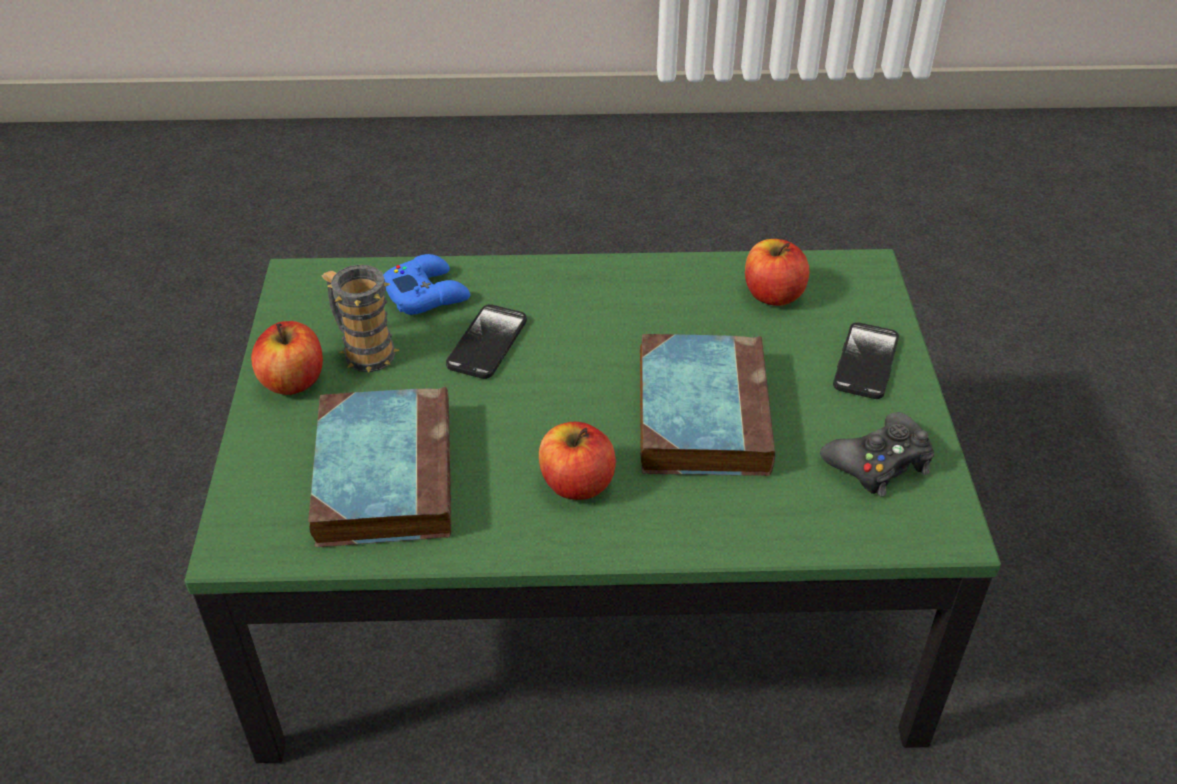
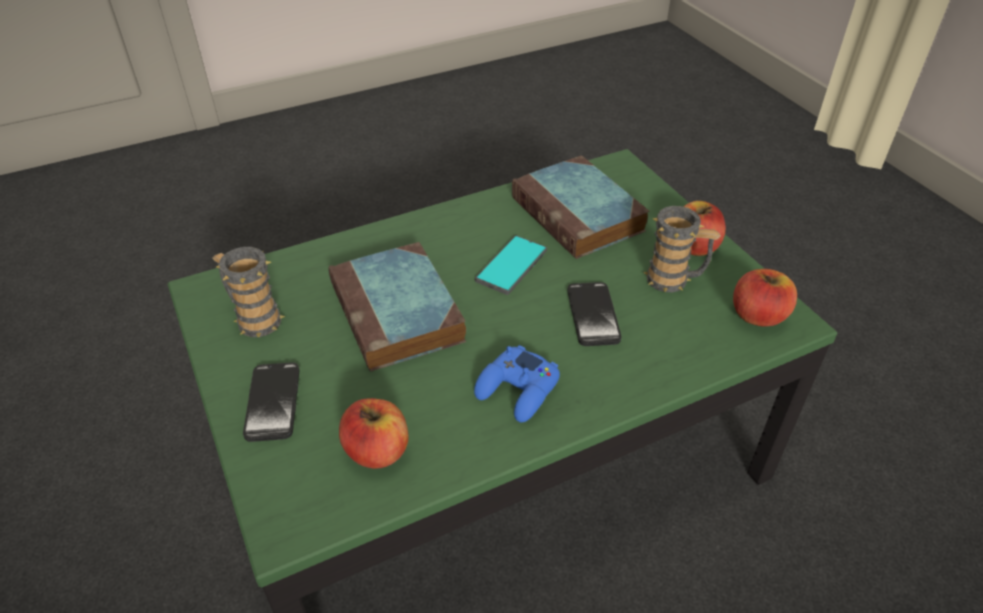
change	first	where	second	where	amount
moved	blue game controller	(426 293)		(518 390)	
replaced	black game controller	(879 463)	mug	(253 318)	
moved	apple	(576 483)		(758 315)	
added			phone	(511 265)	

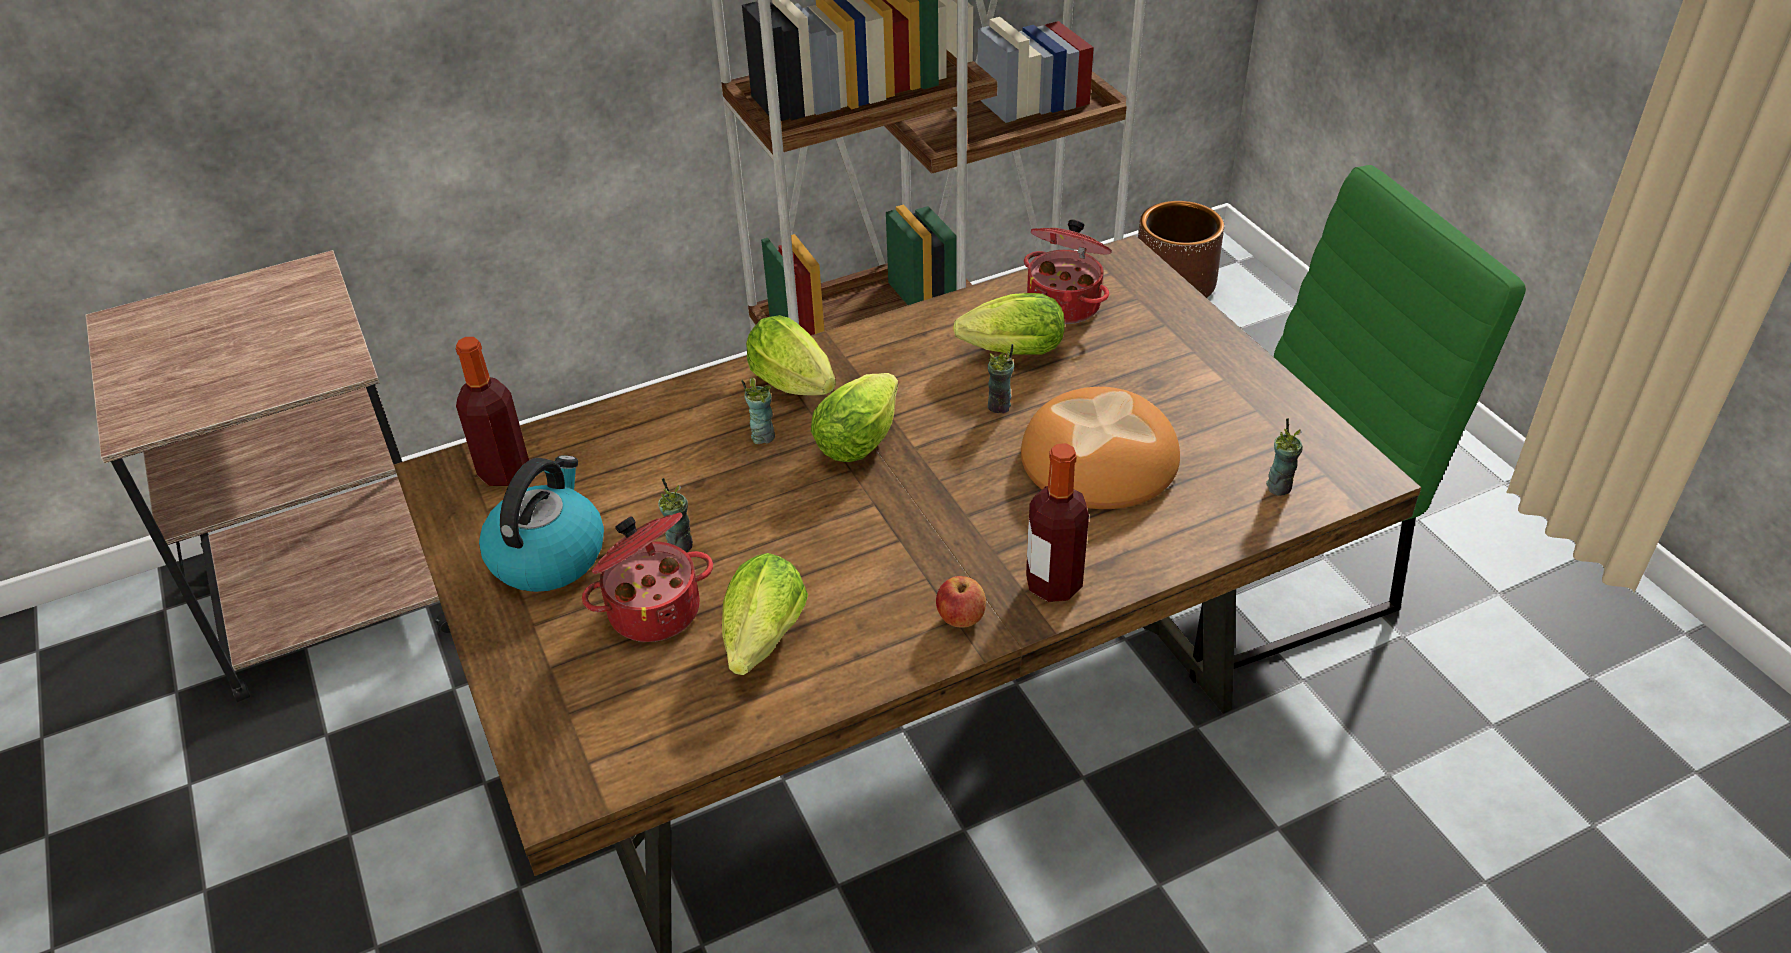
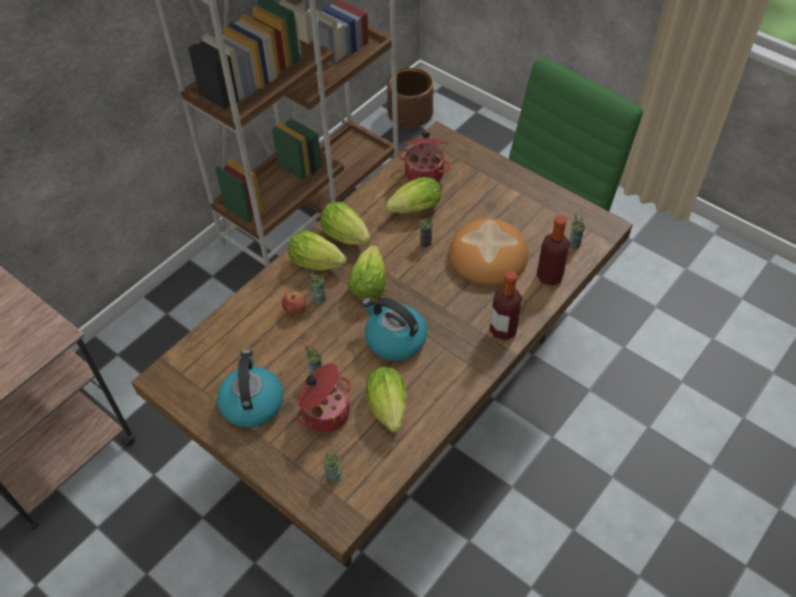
change	first	where	second	where	amount
moved	bottle	(504 472)		(549 276)	
moved	apple	(960 619)		(295 310)	
added			lettuce	(348 238)	
added			kettle	(394 339)	
added			cup	(333 477)	

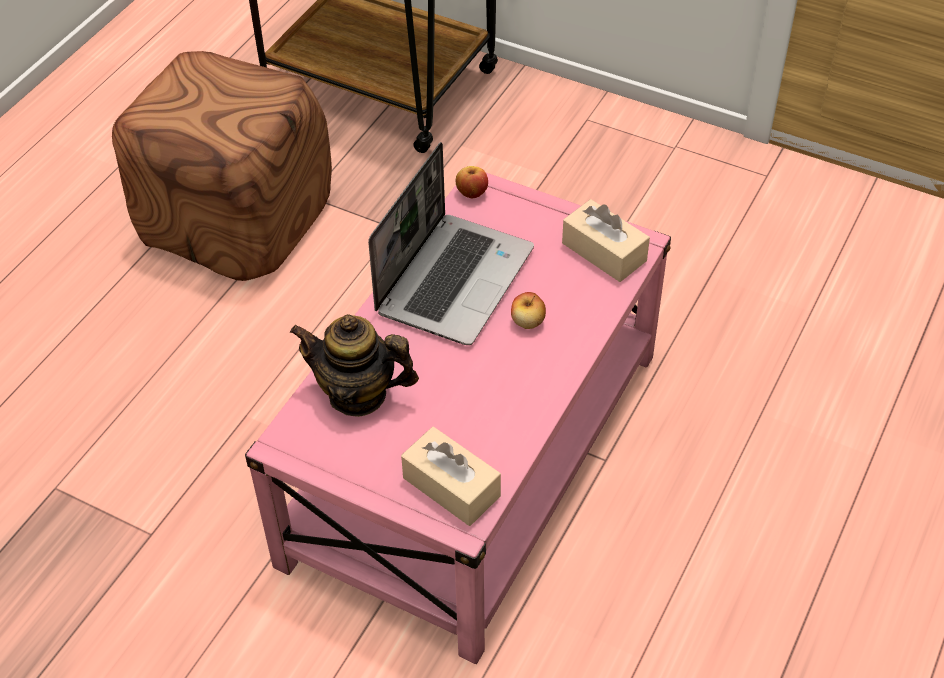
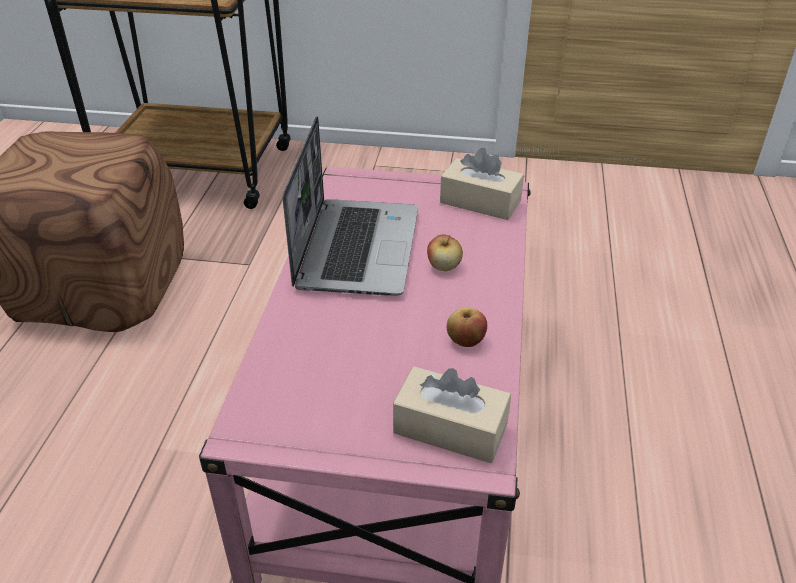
change	first	where	second	where	amount
moved	apple	(472 193)		(465 340)	
removed	teapot	(358 394)			

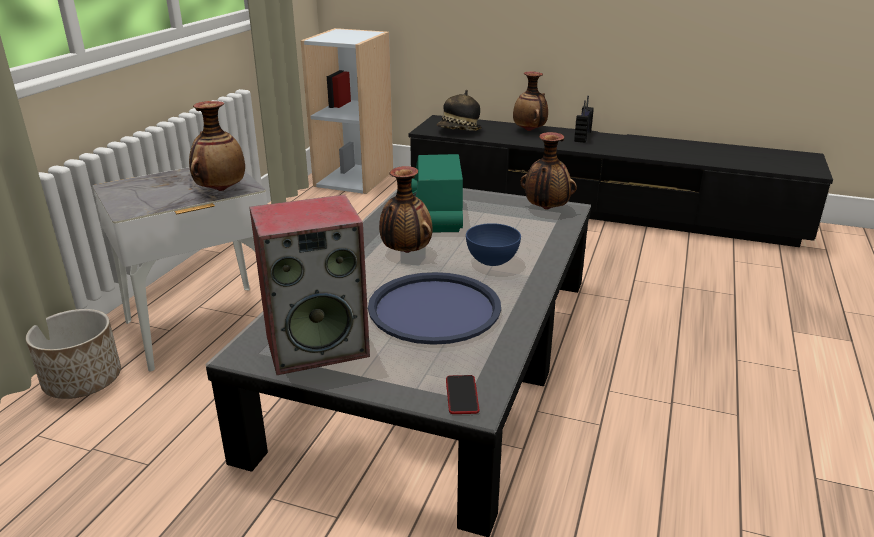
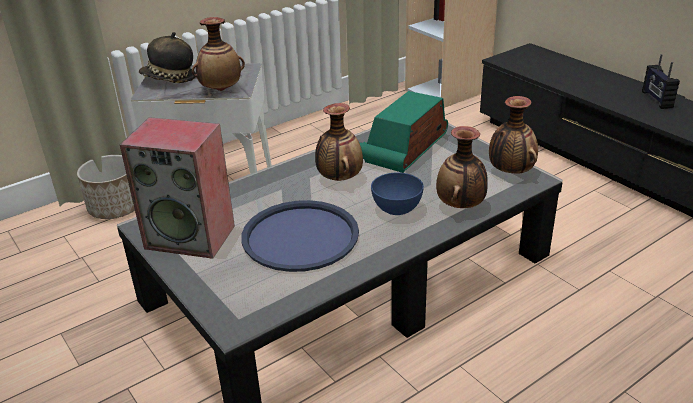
change	first	where	second	where	amount
moved	vase	(529 130)		(461 206)	
moved	hat	(459 131)		(169 79)	
turned	radio	(582 136)		(656 99)	60 degrees counterclockwise
removed	phone	(462 395)			

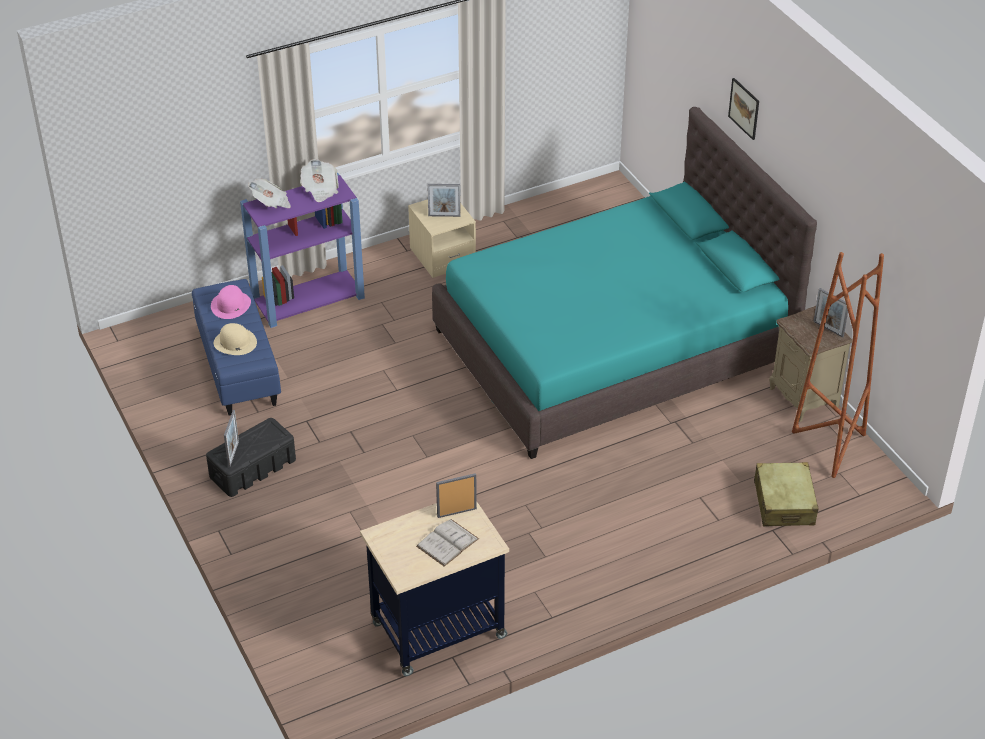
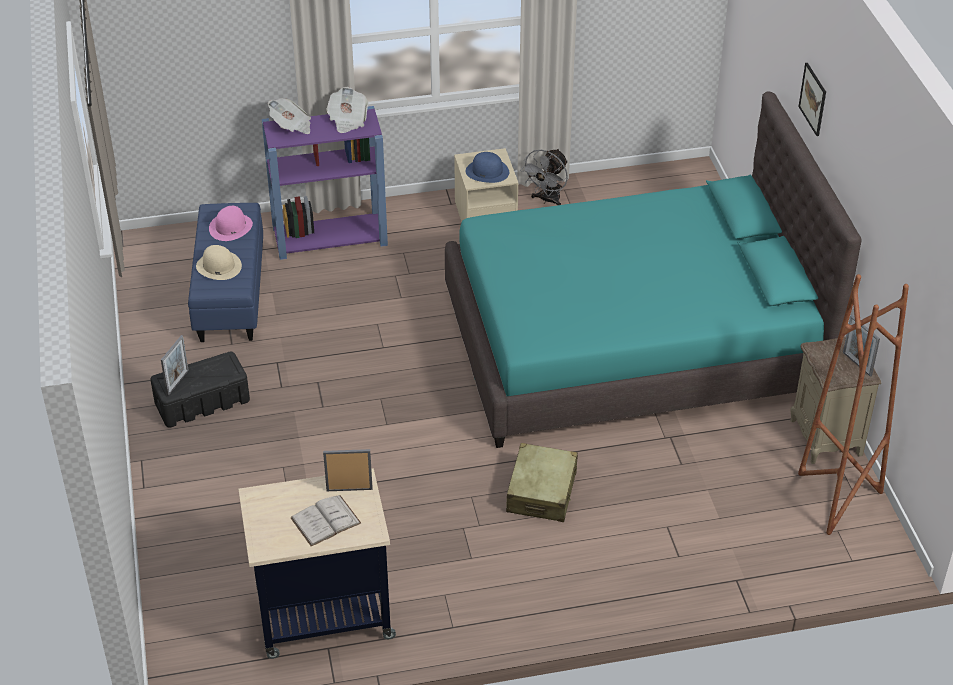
change	first	where	second	where	amount
replaced	picture frame	(444 216)	blue hat	(487 171)	
moved	beige suitcase	(784 503)		(542 492)	
added			grey fan	(547 200)	

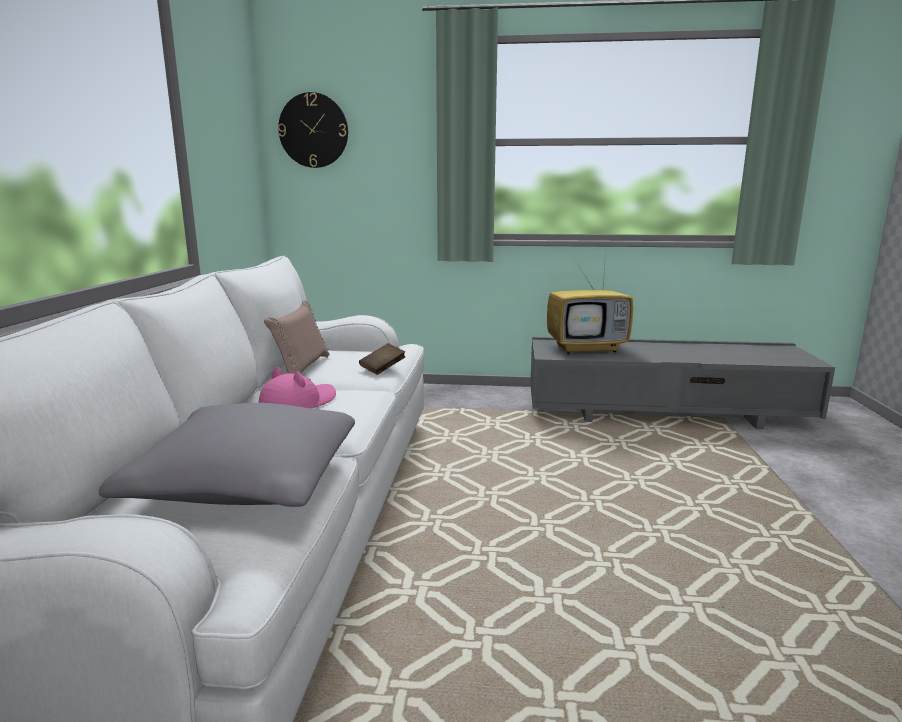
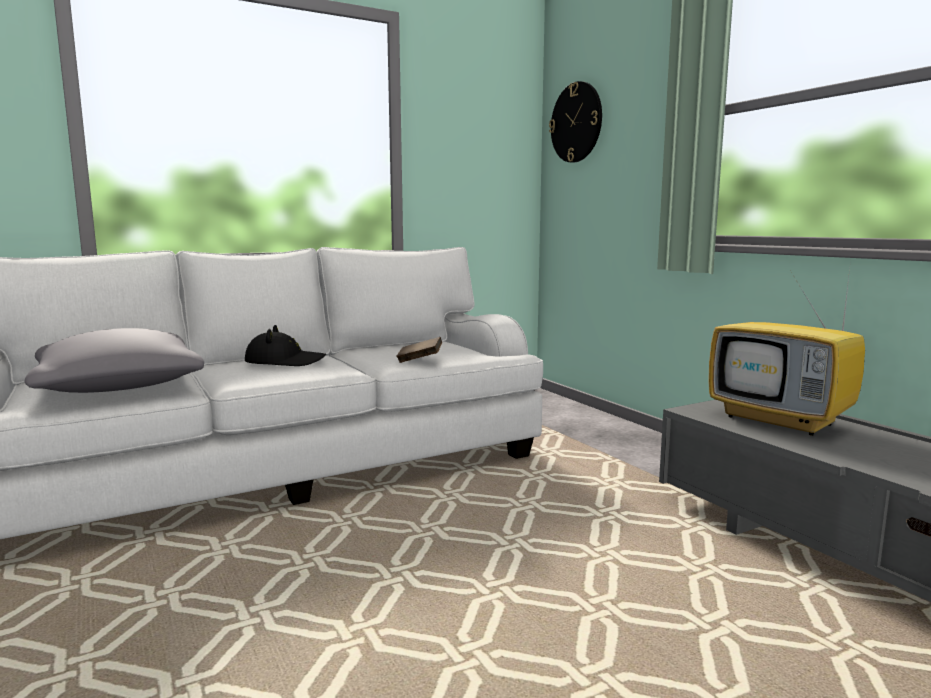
change	first	where	second	where	amount
removed	beige pillow	(302 368)			
recoloured	pink hat	(298 403)	black hat	(284 361)	

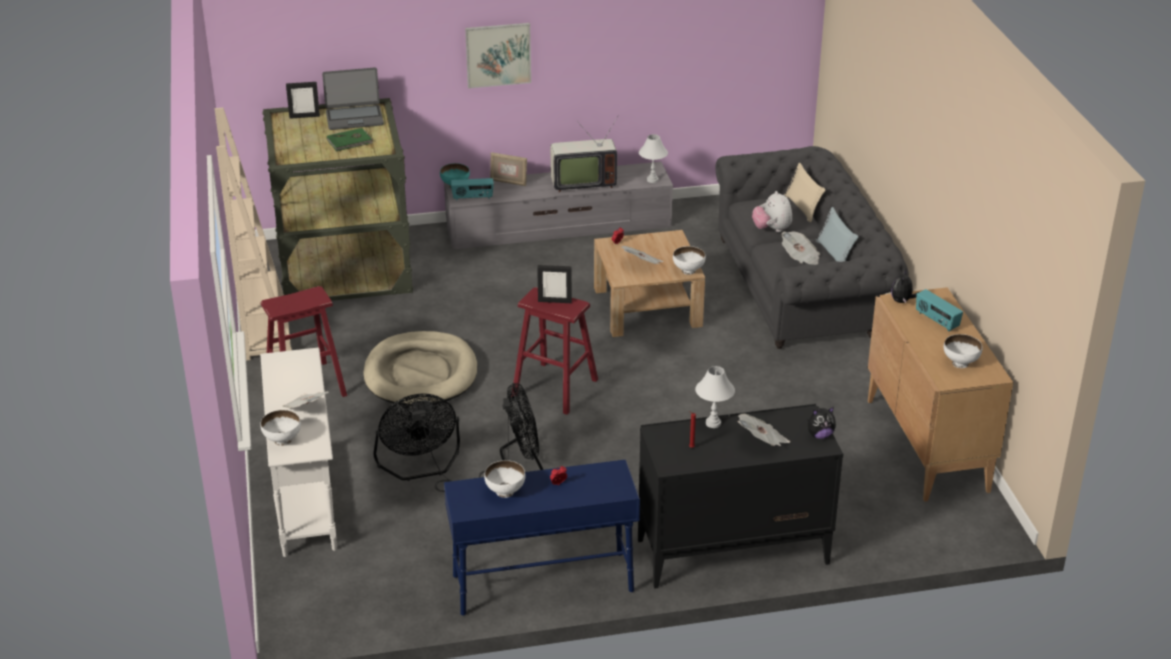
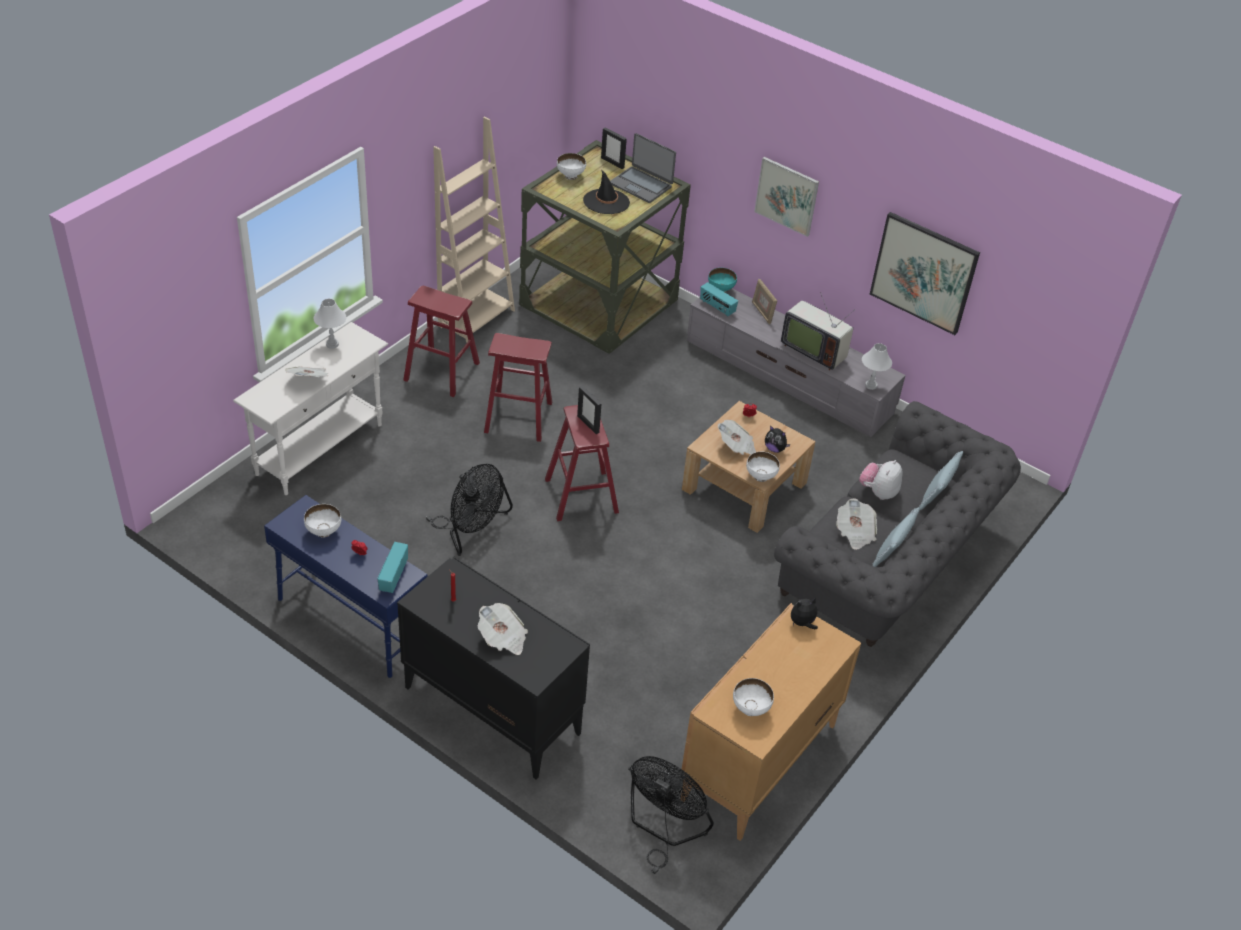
change	first	where	second	where	amount
replaced	green book	(350 142)	black hat	(606 202)	
recoloured	beige pillow	(803 208)	blue pillow	(936 494)	
moved	radio	(936 321)		(393 576)	
replaced	beige dog bed	(421 374)	red stool	(518 417)	
moved	white table lamp	(713 423)		(332 344)	
moved	black fan	(424 469)		(662 827)	
moved	plush toy	(819 435)		(775 449)	
moved	white bowl	(282 440)		(570 176)	
added			picture	(924 272)	

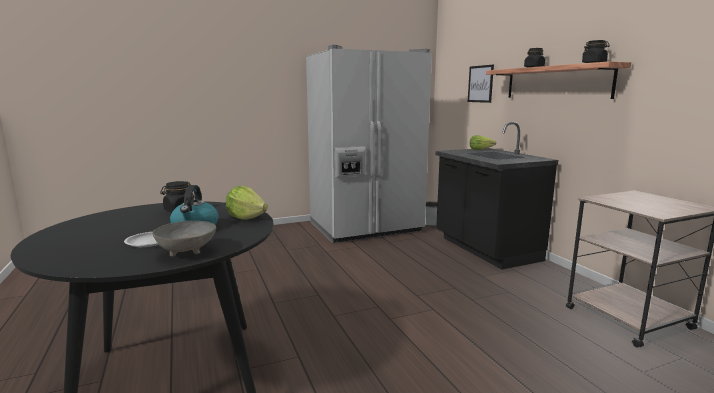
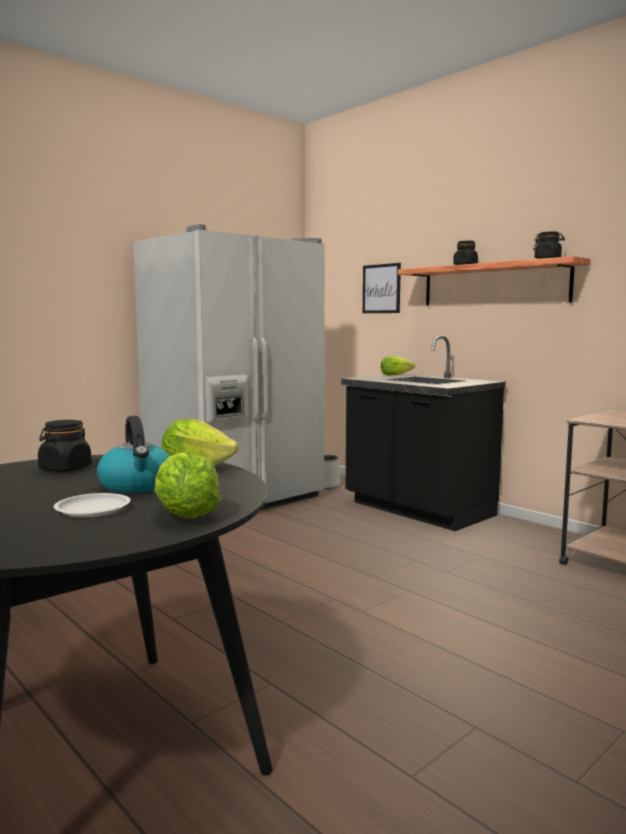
change	first	where	second	where	amount
replaced	grey bowl	(186 253)	lettuce	(185 515)	

